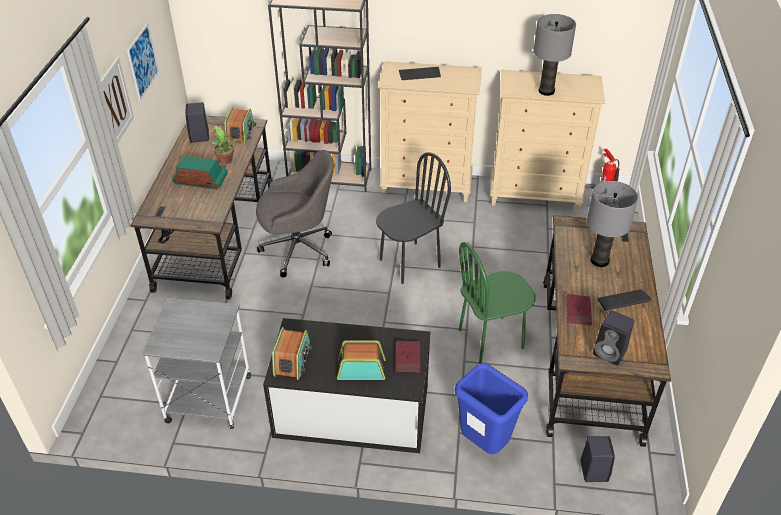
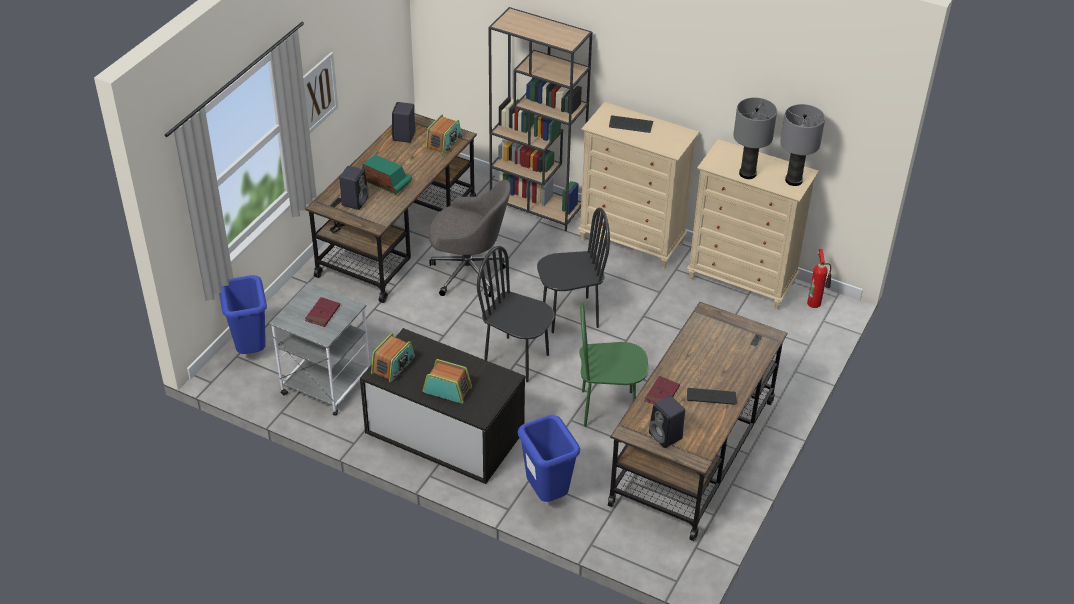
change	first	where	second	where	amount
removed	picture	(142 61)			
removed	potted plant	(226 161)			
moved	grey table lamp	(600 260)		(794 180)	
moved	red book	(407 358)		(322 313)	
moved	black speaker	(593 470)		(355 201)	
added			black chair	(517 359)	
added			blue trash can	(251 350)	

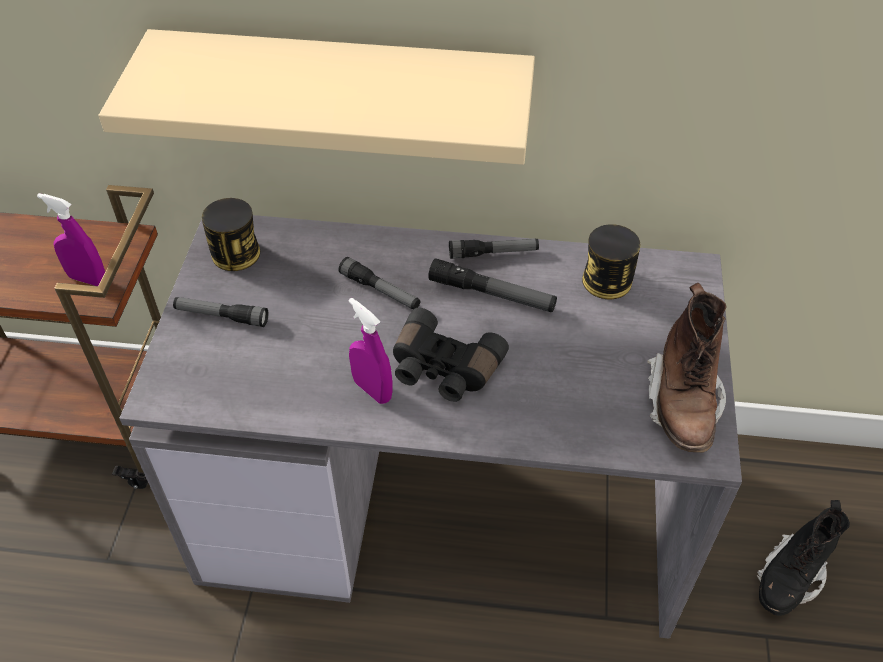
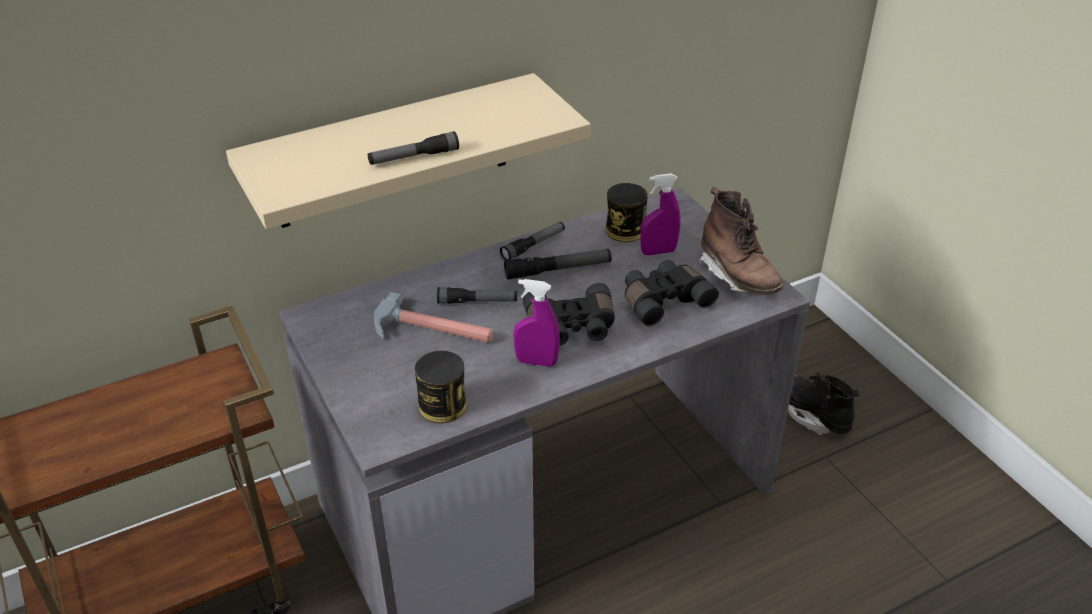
change	first	where	second	where	amount
moved	purple spray bottle	(87 279)		(658 252)	
moved	can	(236 253)		(442 406)	
moved	flashlight	(221 316)		(414 157)	
turned	black boot	(790 577)		(810 414)	135 degrees clockwise
added			black binoculars	(663 300)	
added			hammer	(432 331)	

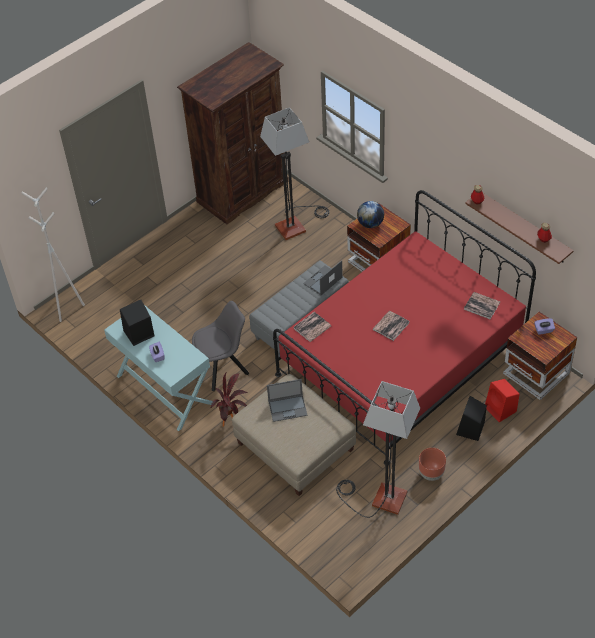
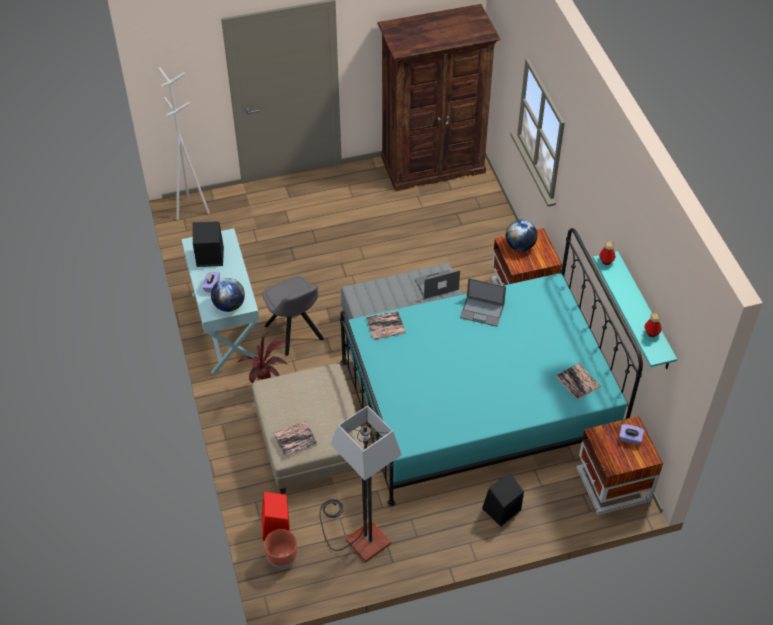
change	first	where	second	where	amount
removed	floor lamp	(296 224)			
recoloured	red bed	(401 359)	turquoise bed	(478 403)	
recoloured	brown shelf	(524 228)	turquoise shelf	(644 312)	
turned	grey chair	(223 369)		(294 332)	60 degrees clockwise
moved	book	(391 326)		(295 439)	
moved	laptop	(288 408)		(482 311)	
moved	red speaker	(501 409)		(276 528)	
moved	brown planter	(431 474)		(282 559)	
added			globe	(229 305)	

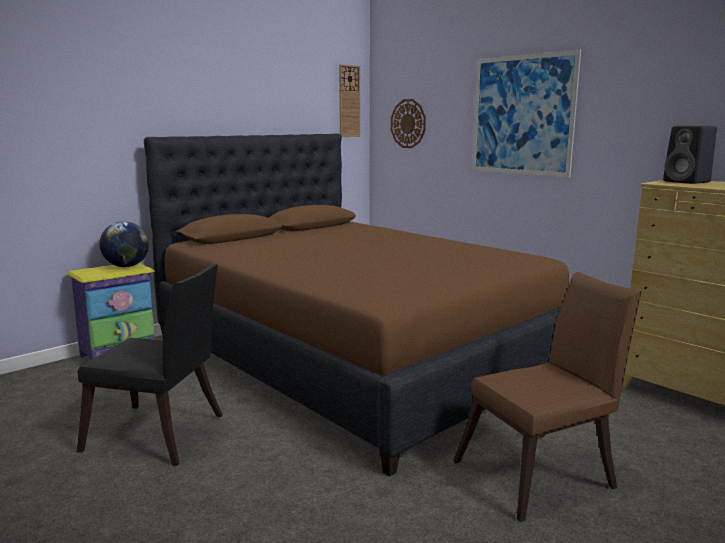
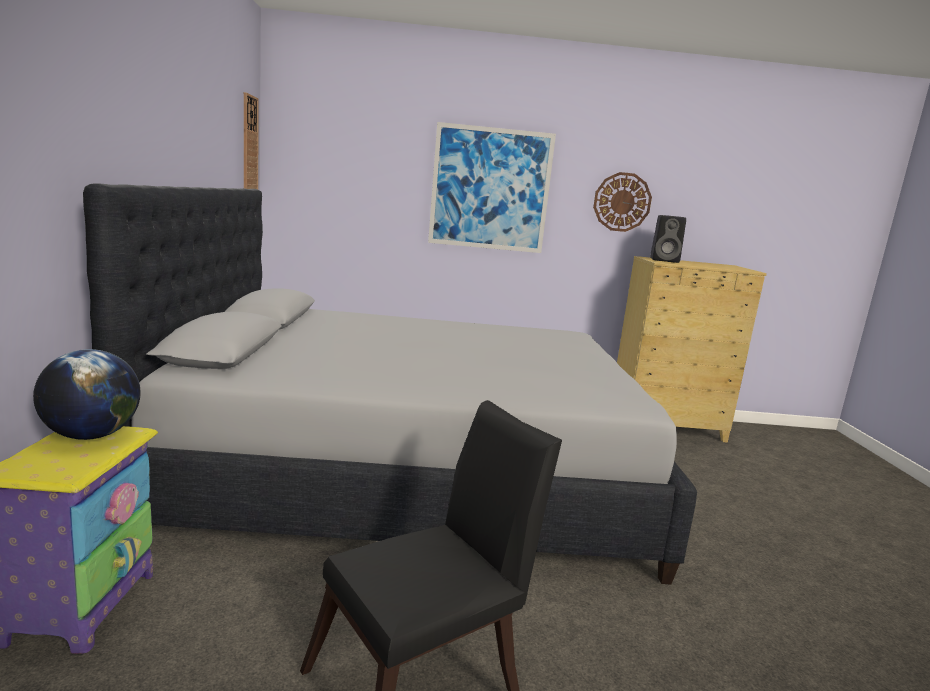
change	first	where	second	where	amount
moved	wall clock	(408 123)		(622 202)	
recoloured	brown bed	(352 354)	grey bed	(409 474)	
removed	brown chair	(542 473)			

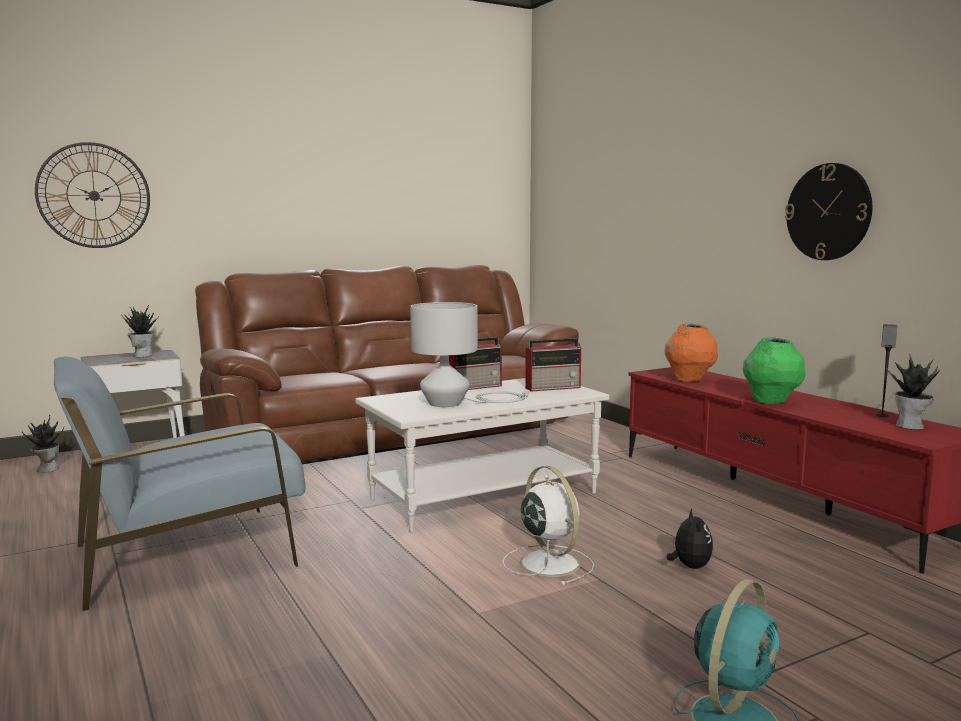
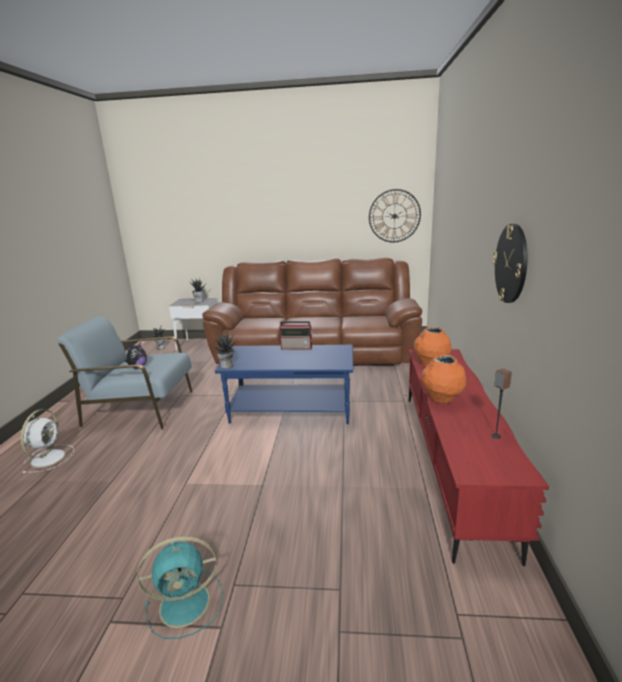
change	first	where	second	where	amount
moved	wall clock	(94 195)		(394 216)	
removed	white table lamp	(467 401)			
recoloured	green vase	(771 402)	orange vase	(442 400)	
removed	radio	(554 387)			
moved	potted plant	(911 426)		(227 366)	
recoloured	white coffee table	(484 495)	blue coffee table	(292 409)	
moved	white fan	(548 563)		(49 457)	
moved	plush toy	(689 566)		(137 367)	

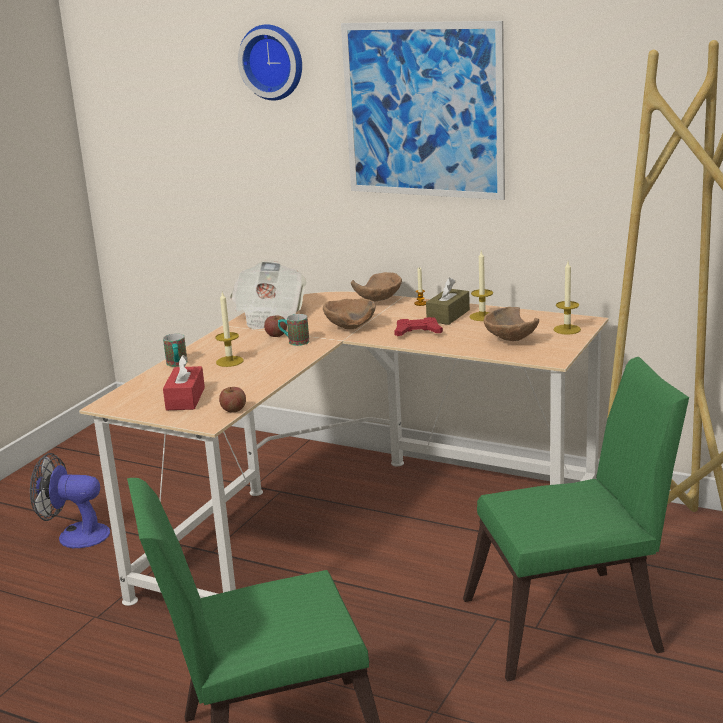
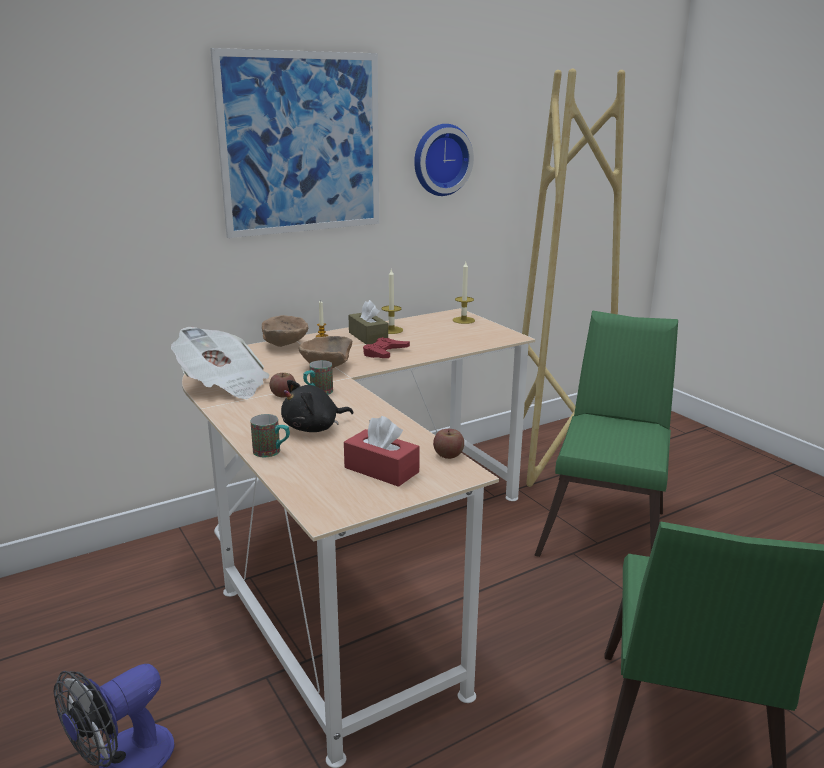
change	first	where	second	where	amount
moved	wall clock	(273 61)		(440 159)	
replaced	candle	(229 361)	black plush toy	(314 428)	
removed	brown bowl	(509 341)			

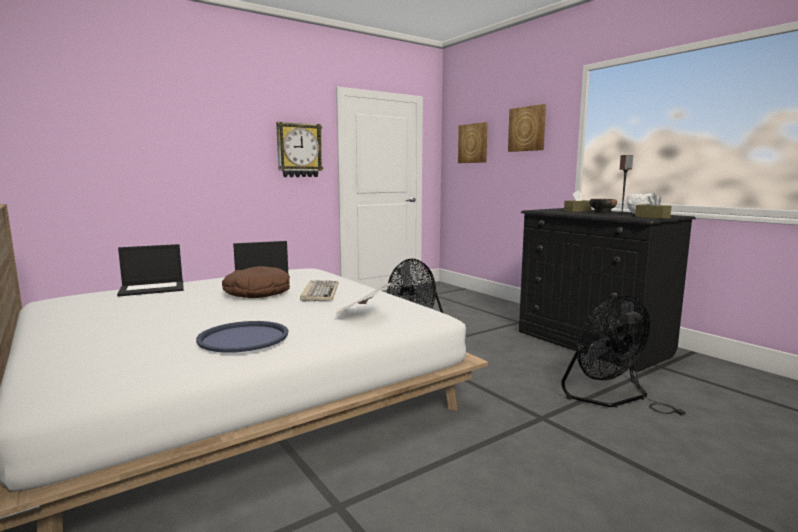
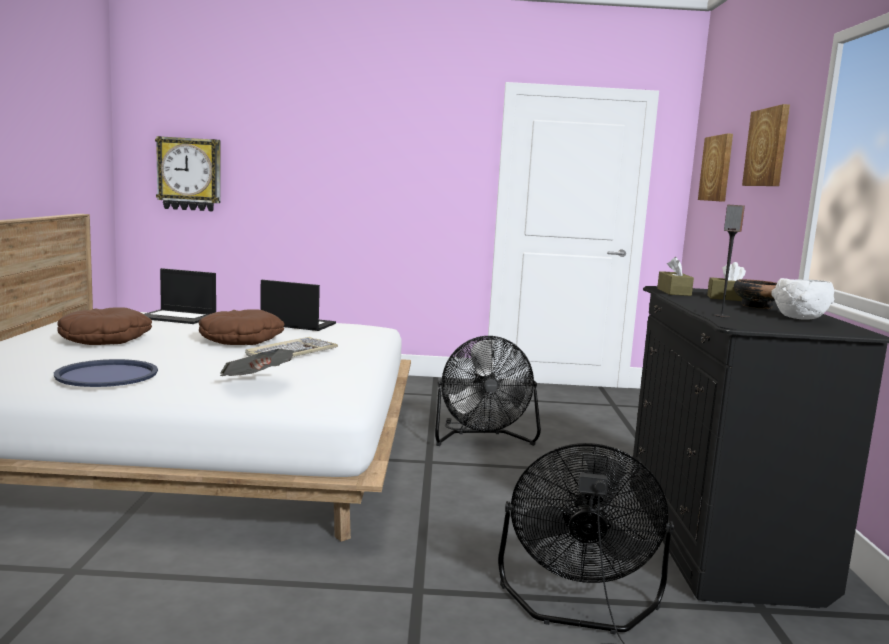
change	first	where	second	where	amount
moved	wall clock	(299 150)		(189 174)	
moved	brown tissue box	(652 217)		(673 292)	
added			brown pillow	(103 339)	

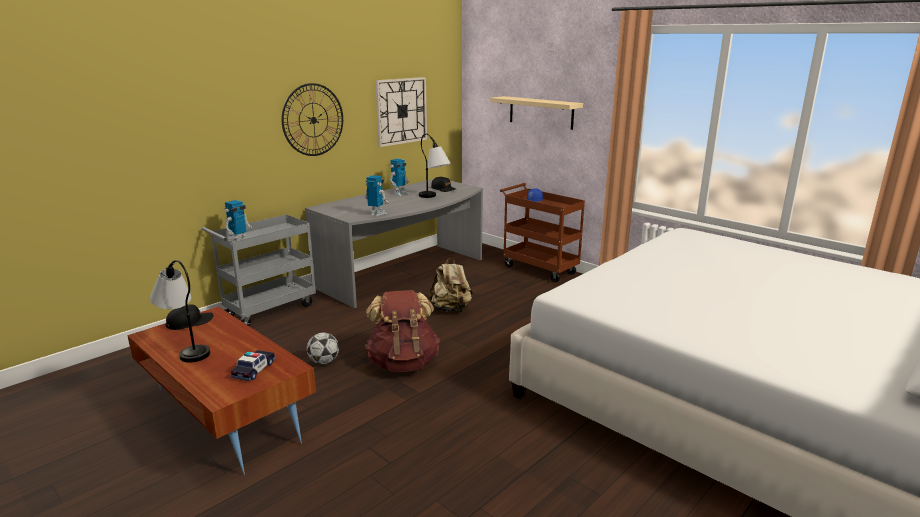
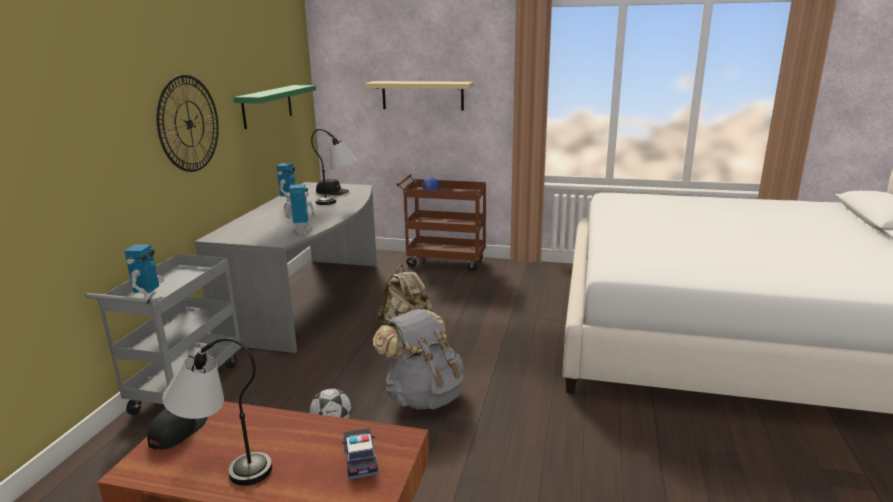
change	first	where	second	where	amount
replaced	wall clock	(401 111)	green shelf	(267 106)	
recoloured	brown backpack	(403 363)	grey backpack	(423 396)	

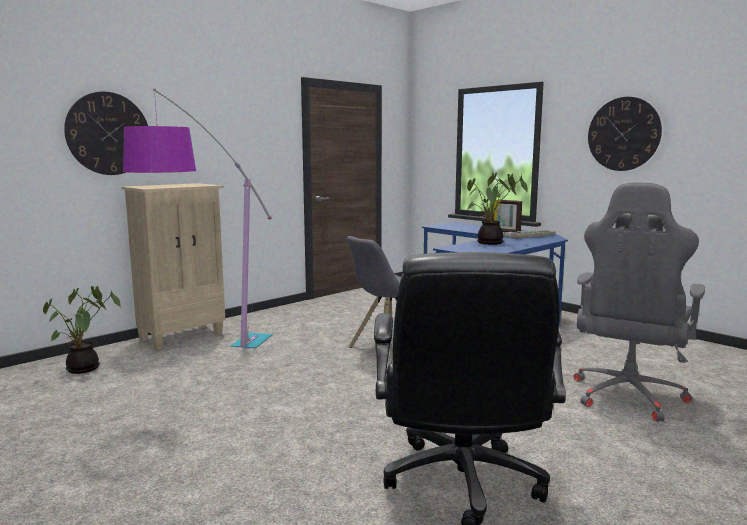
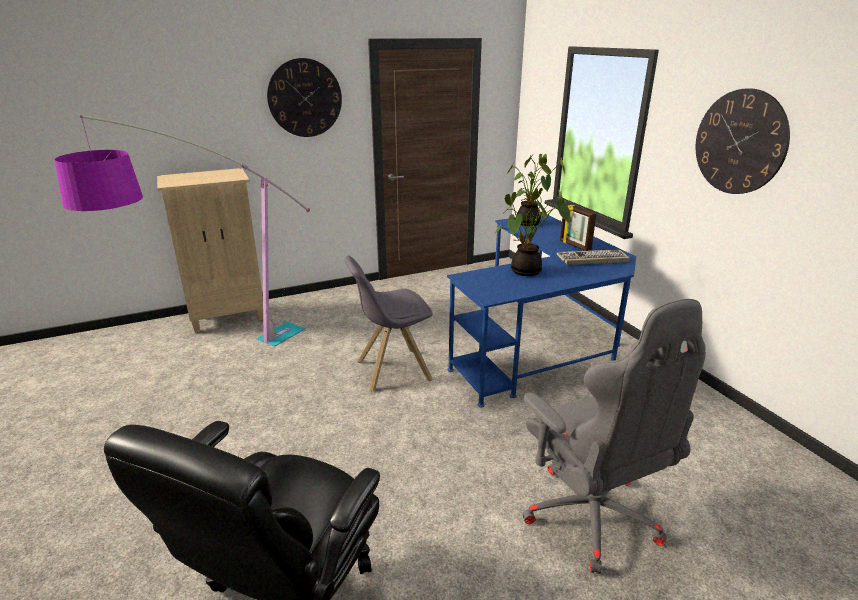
change	first	where	second	where	amount
moved	wall clock	(108 133)		(305 98)	
turned	grey office chair	(627 395)		(589 514)	75 degrees counterclockwise
moved	potted plant	(84 369)		(529 223)	

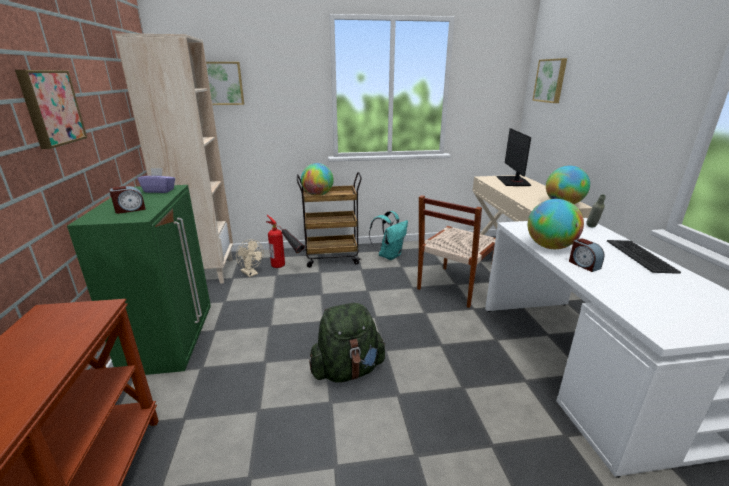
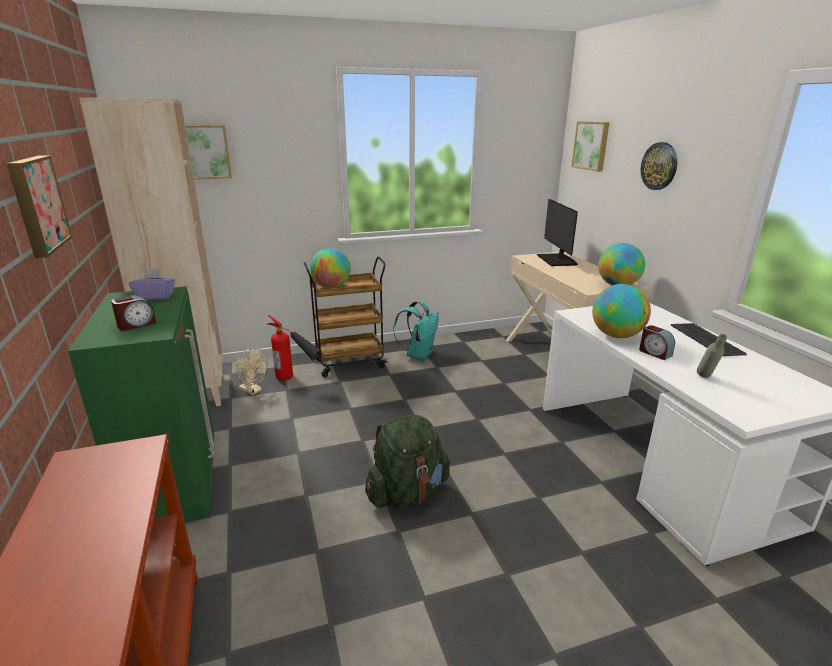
change	first	where	second	where	amount
moved	grey bottle	(592 228)		(706 378)	
removed	chair	(454 287)			
added			wall clock	(659 166)	

